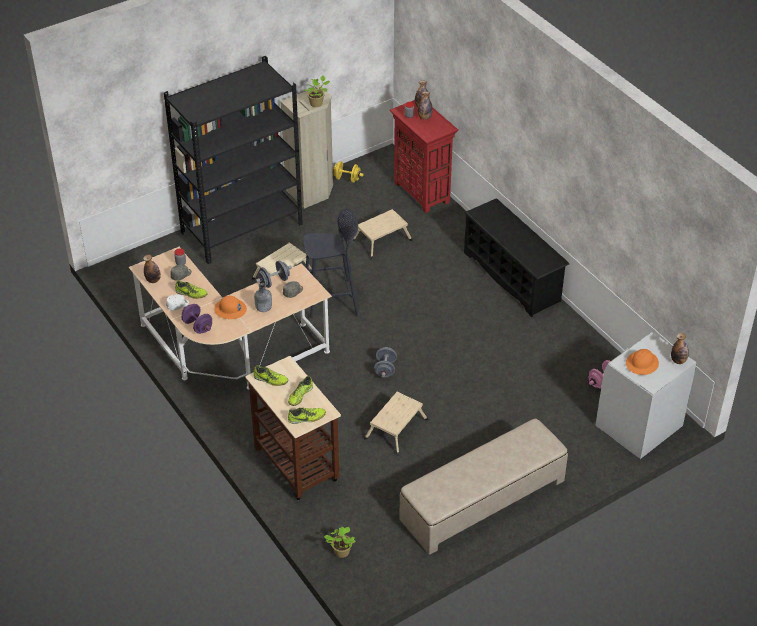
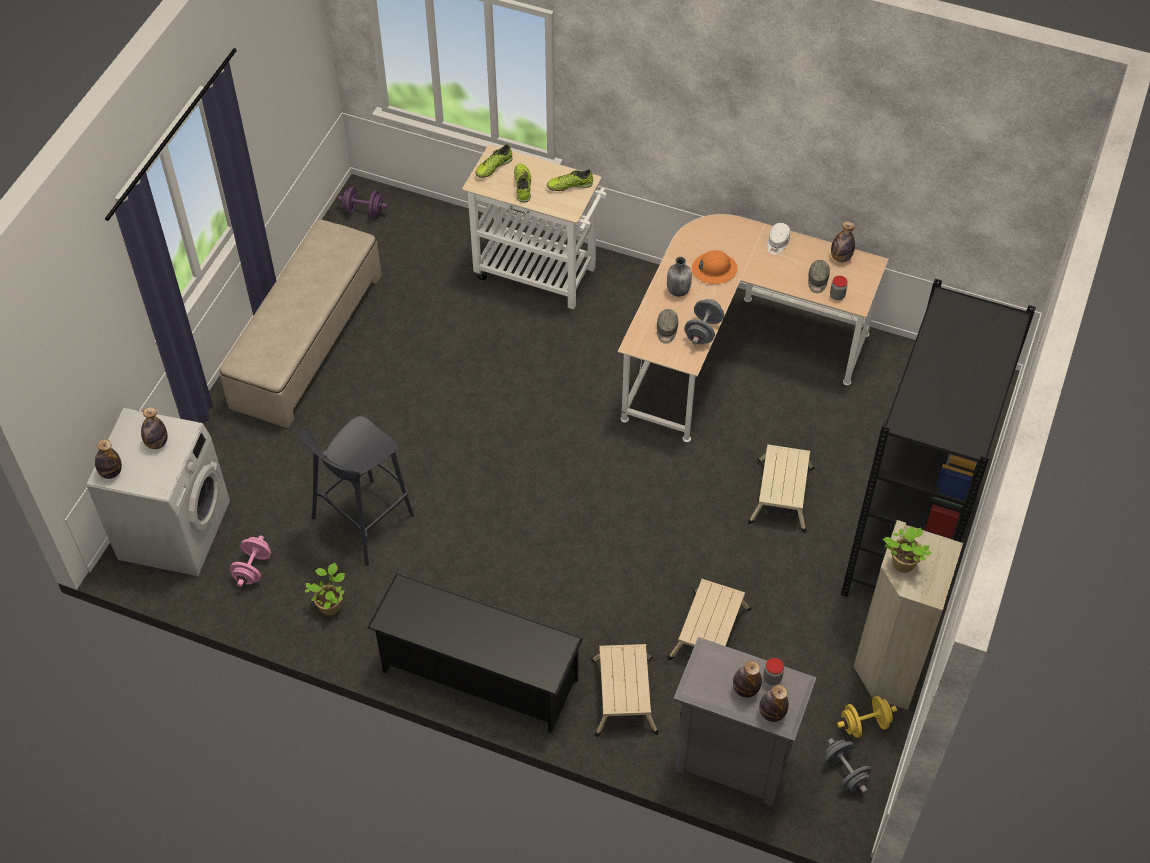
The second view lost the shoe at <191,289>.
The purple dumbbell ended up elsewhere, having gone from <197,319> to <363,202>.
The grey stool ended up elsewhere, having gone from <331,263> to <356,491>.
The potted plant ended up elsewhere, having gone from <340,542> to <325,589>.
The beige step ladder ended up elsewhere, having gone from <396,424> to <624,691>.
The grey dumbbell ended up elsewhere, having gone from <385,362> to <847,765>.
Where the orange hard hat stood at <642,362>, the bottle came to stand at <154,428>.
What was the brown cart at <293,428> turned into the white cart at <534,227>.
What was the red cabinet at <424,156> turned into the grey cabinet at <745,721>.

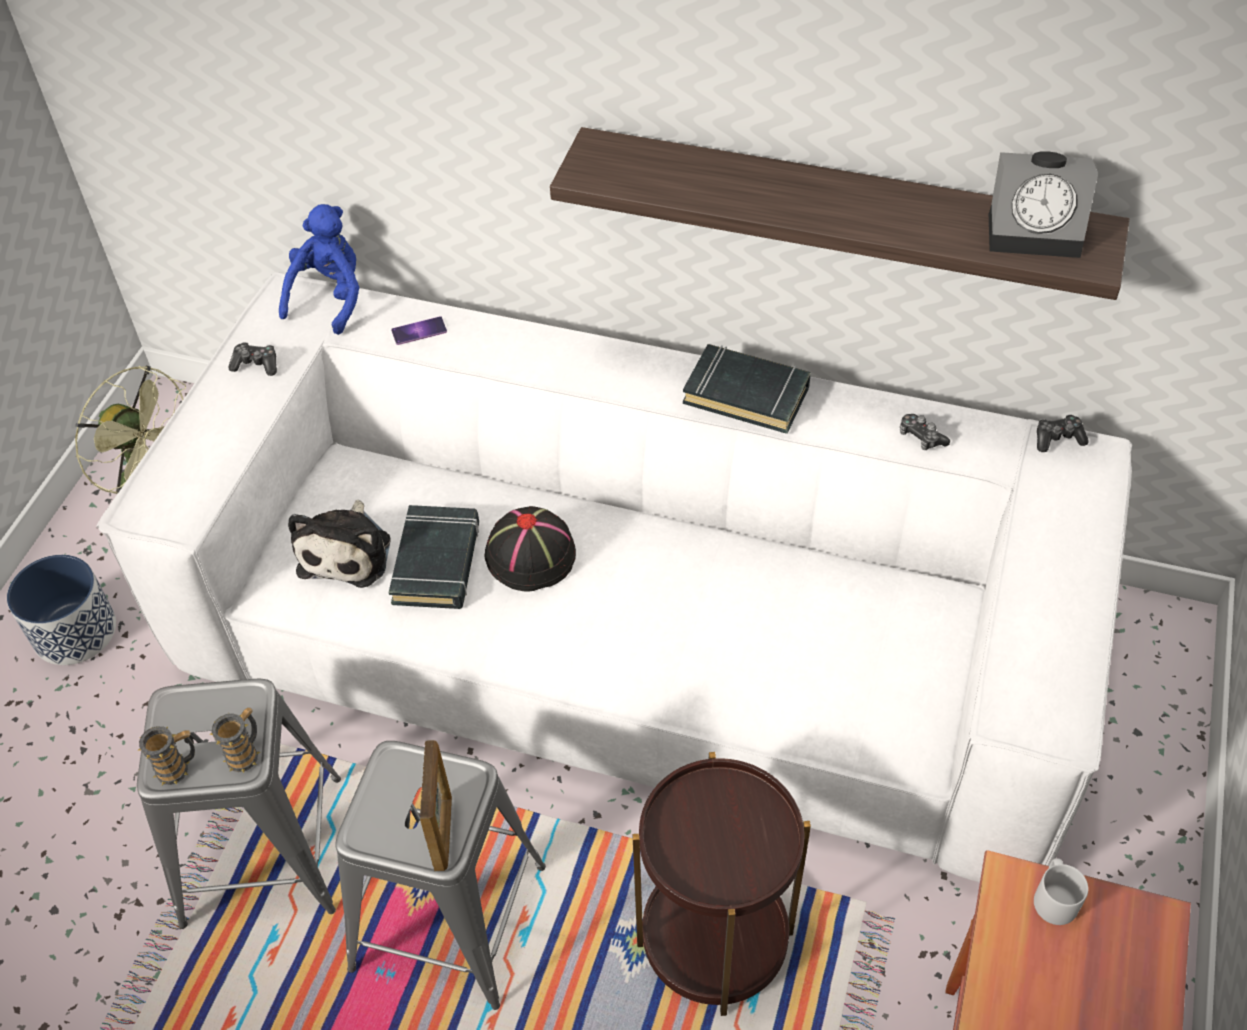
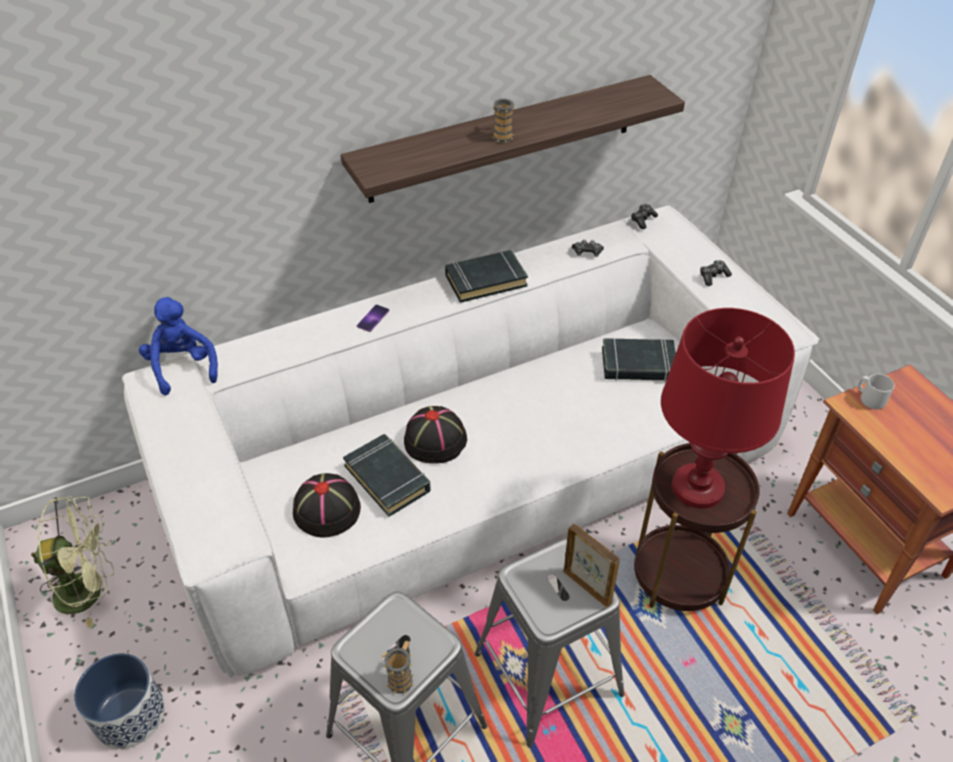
The second view lost the alarm clock at <1043,204>.
The second view gained the black book at <639,360>.
The second view gained the red table lamp at <728,408>.
The mug ended up elsewhere, having gone from <234,740> to <503,121>.
The game controller ended up elsewhere, having gone from <252,359> to <716,273>.
The phone ended up elsewhere, having gone from <419,330> to <373,318>.
Where the plush toy stood at <339,544>, the black hat came to stand at <327,505>.

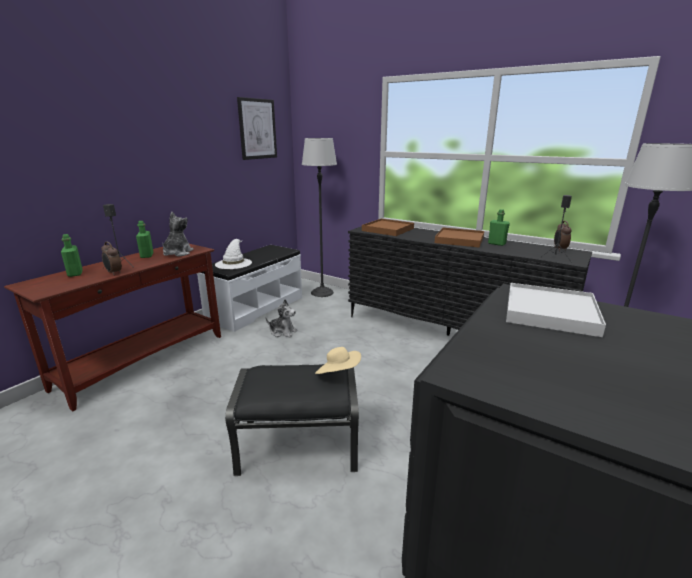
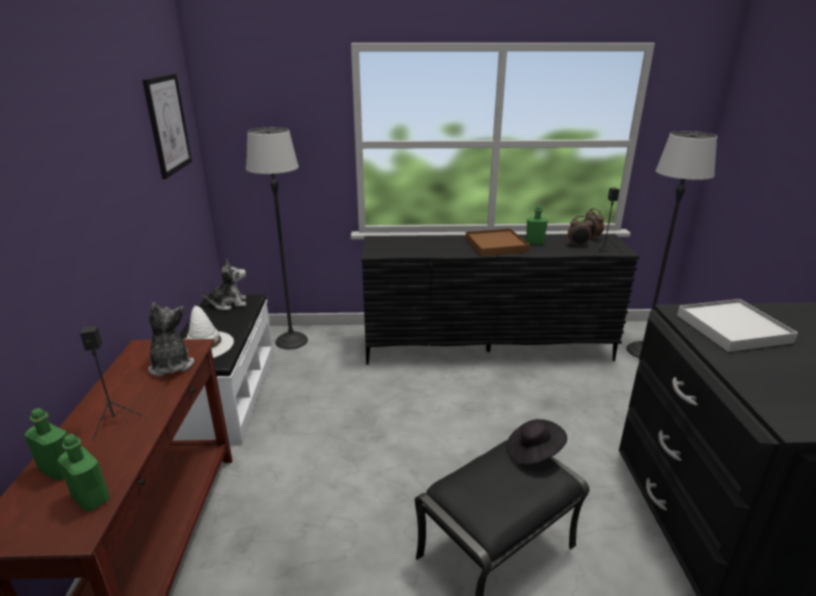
The second view lost the brown tray at <388,227>.
The alarm clock ended up elsewhere, having gone from <111,258> to <580,231>.
The green bottle ended up elsewhere, having gone from <145,239> to <84,473>.
The plush toy ended up elsewhere, having gone from <281,319> to <223,284>.
What was the beige hat at <338,360> turned into the black hat at <537,442>.

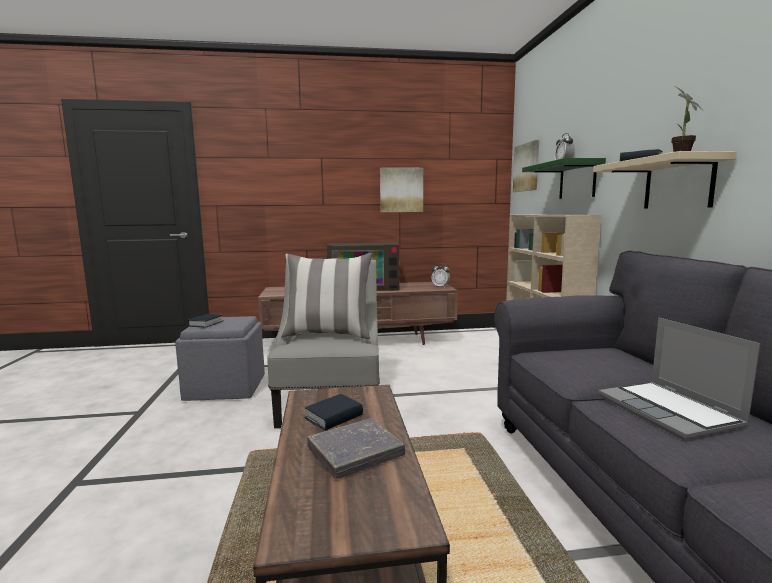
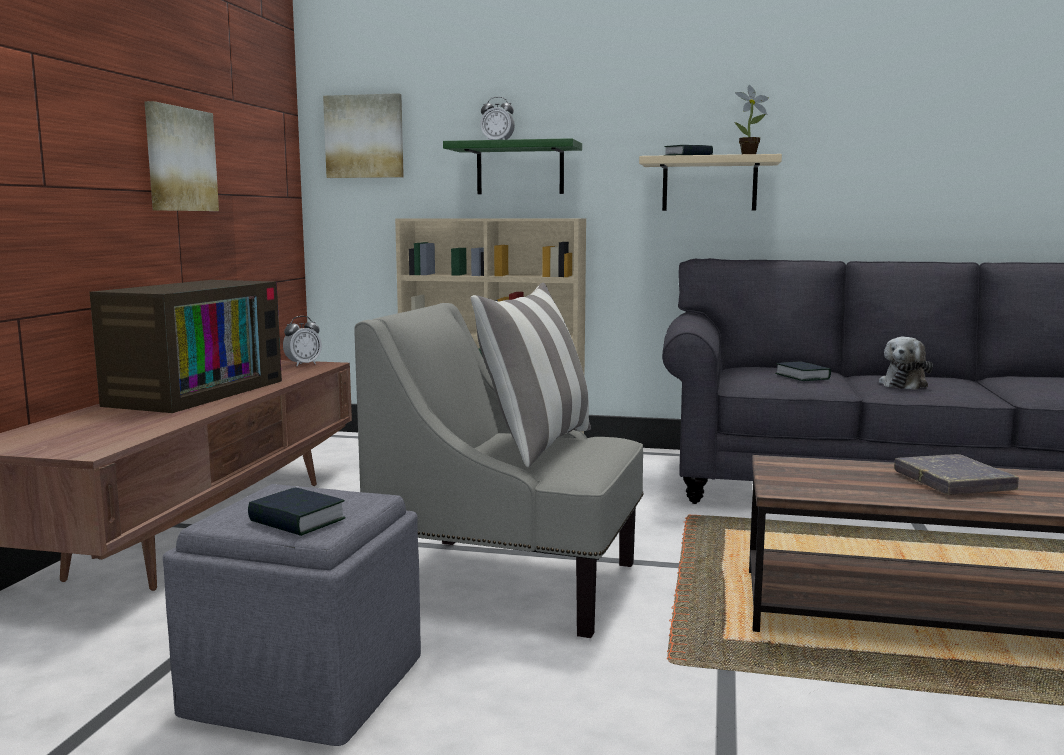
The book ended up elsewhere, having gone from <334,412> to <803,371>.
Where the laptop stood at <679,379>, the plush toy came to stand at <906,363>.

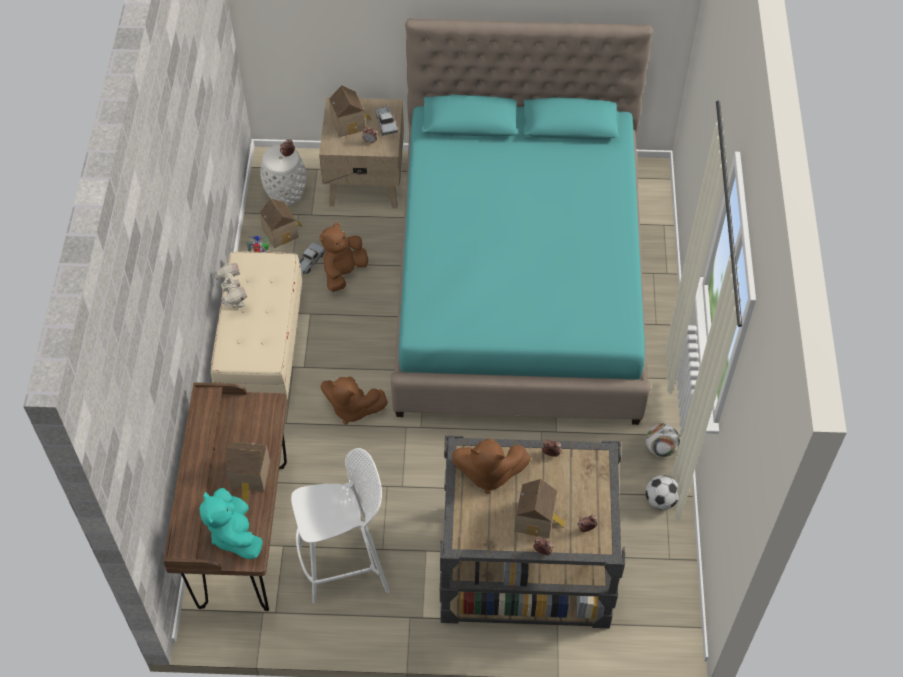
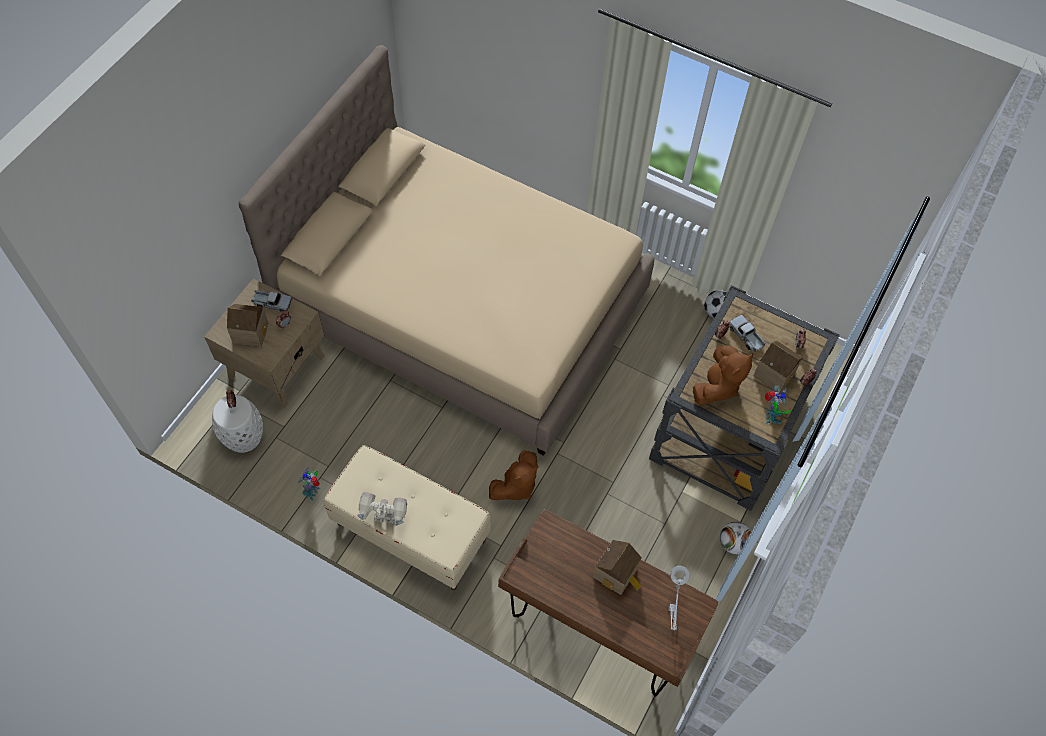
The second view lost the toy house at <280,223>.
The second view lost the white stool at <340,526>.
The second view lost the brown plush toy at <343,257>.
The second view gained the toy robot at <778,405>.
The toy truck ended up elsewhere, having gone from <312,258> to <747,333>.
The football ended up elsewhere, having gone from <663,440> to <735,538>.
Where the turquoise plush toy stood at <231,523>, the grey table lamp came to stand at <679,598>.
What was the turquoise bed at <521,221> turned into the beige bed at <446,250>.

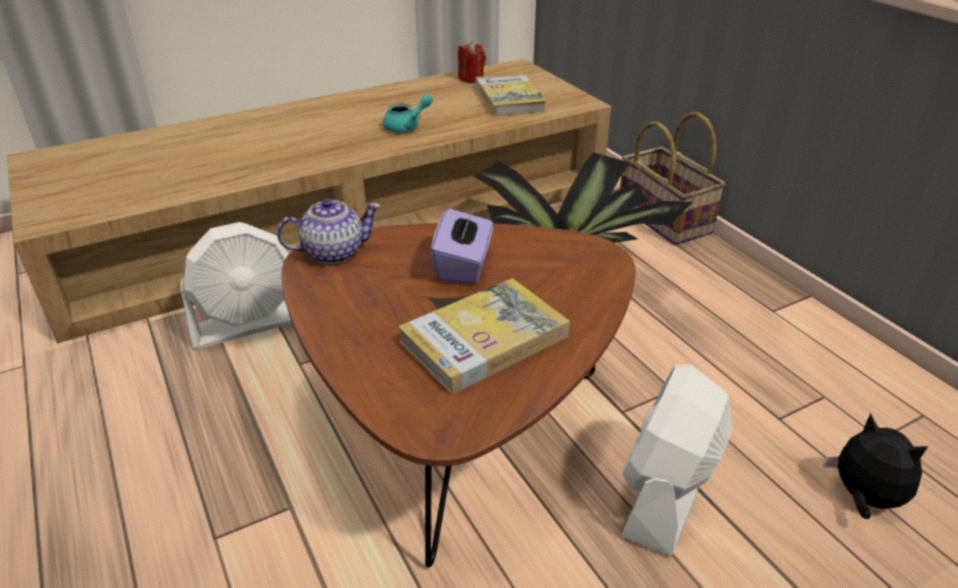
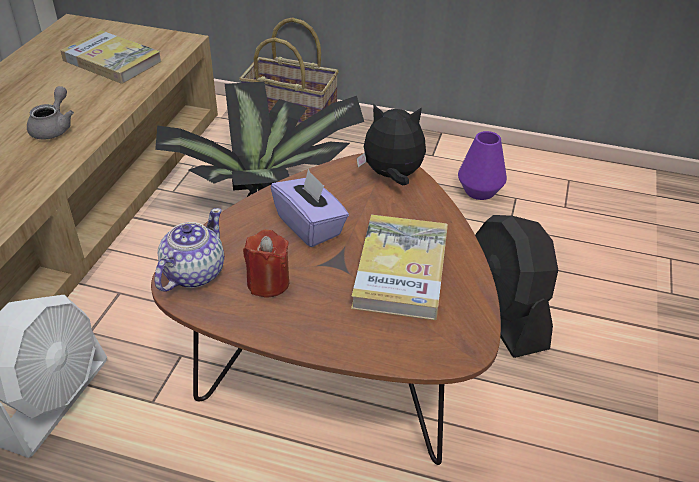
The second view gained the purple vase at <482,165>.
The red candle ended up elsewhere, having gone from <472,62> to <266,263>.
The plush toy ended up elsewhere, having gone from <875,466> to <391,145>.
What was the turquoise teapot at <408,113> turned into the grey teapot at <50,112>.
What was the white fan at <677,460> turned into the black fan at <516,286>.

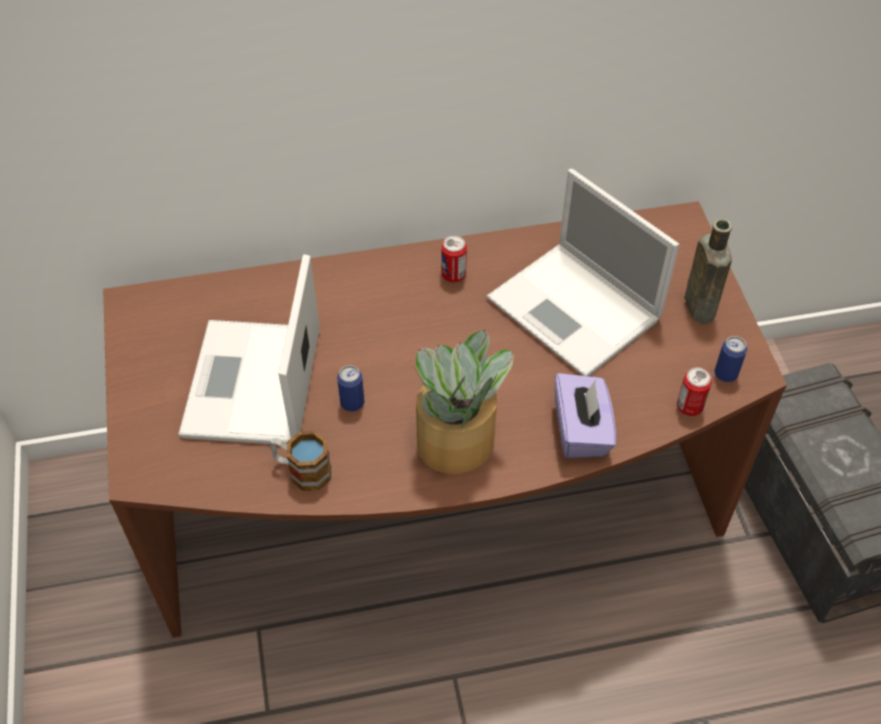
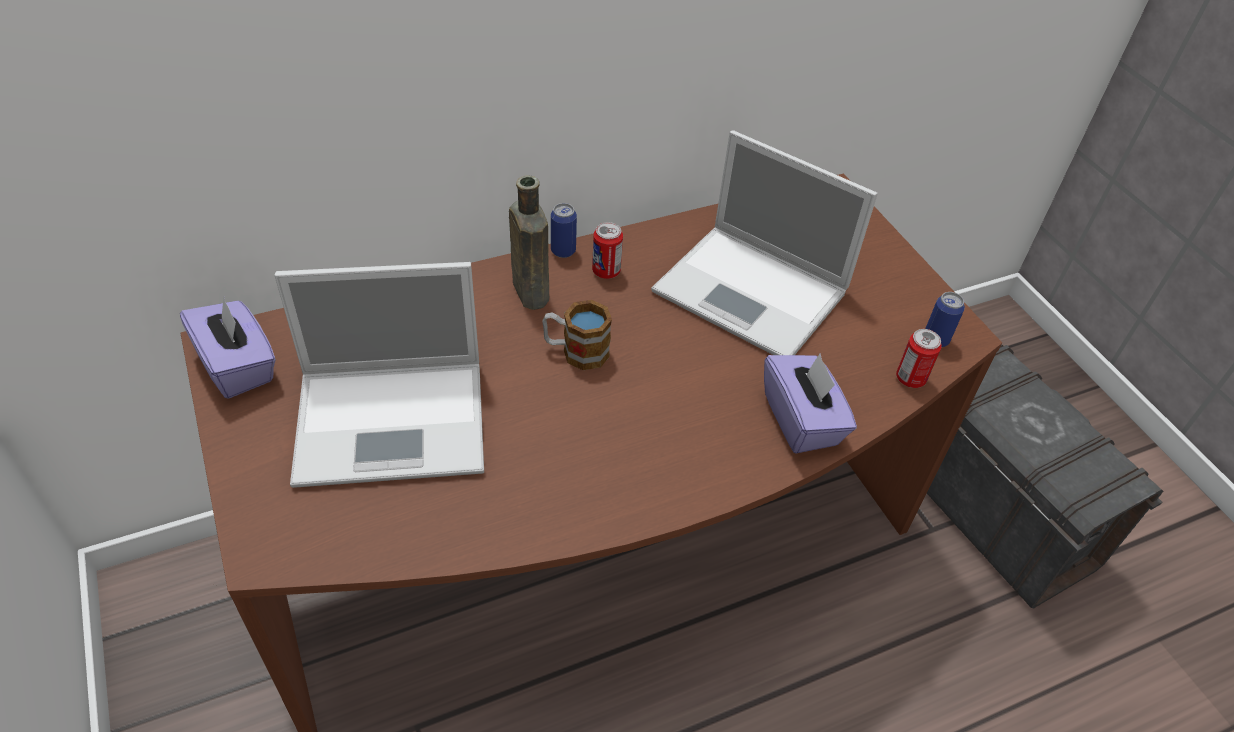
The second view lost the potted plant at <464,402>.
The second view gained the purple tissue box at <228,348>.
The mug ended up elsewhere, having gone from <300,461> to <577,335>.
The can ended up elsewhere, having gone from <350,388> to <564,230>.
The brown bottle ended up elsewhere, having gone from <709,271> to <529,242>.
The laptop at <249,349> ended up facing another way, 90 degrees counterclockwise from before.

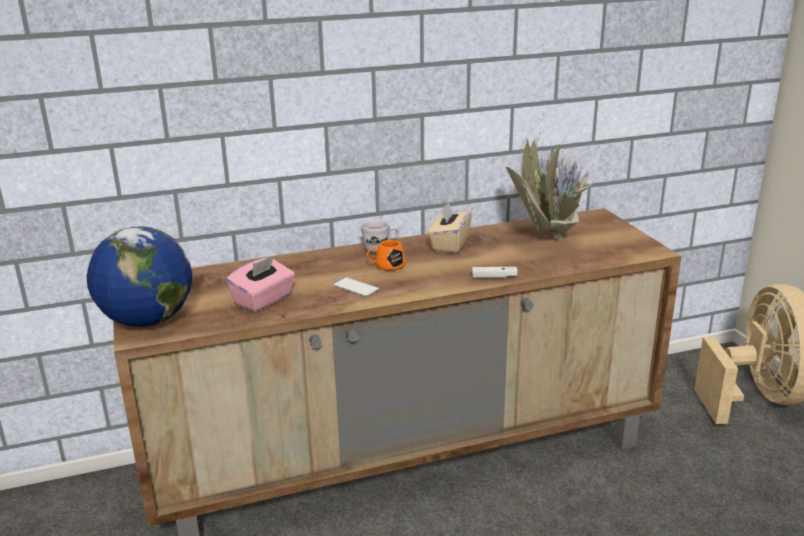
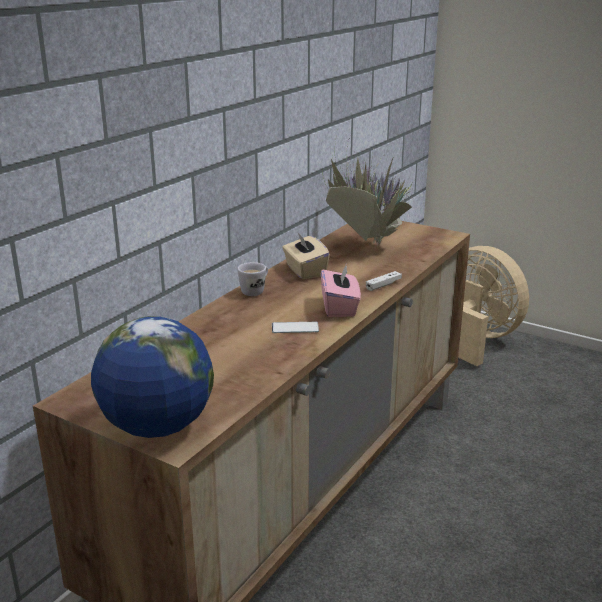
The second view lost the orange mug at <386,255>.
The pink tissue box ended up elsewhere, having gone from <260,284> to <341,291>.

